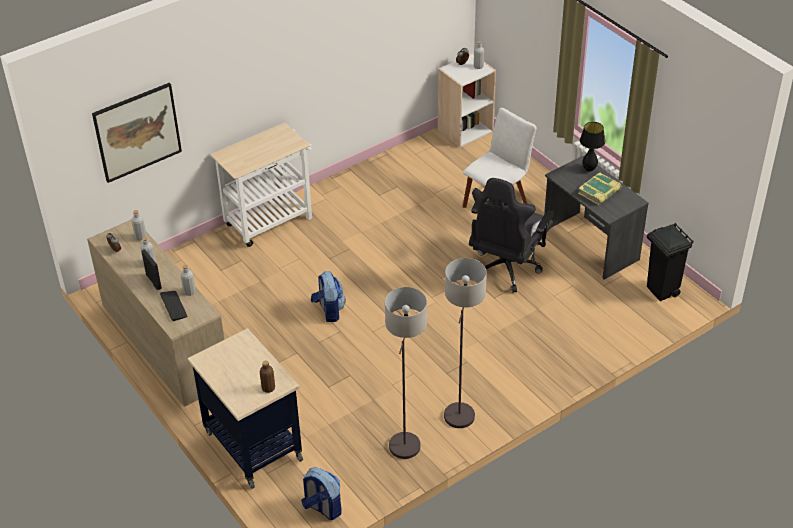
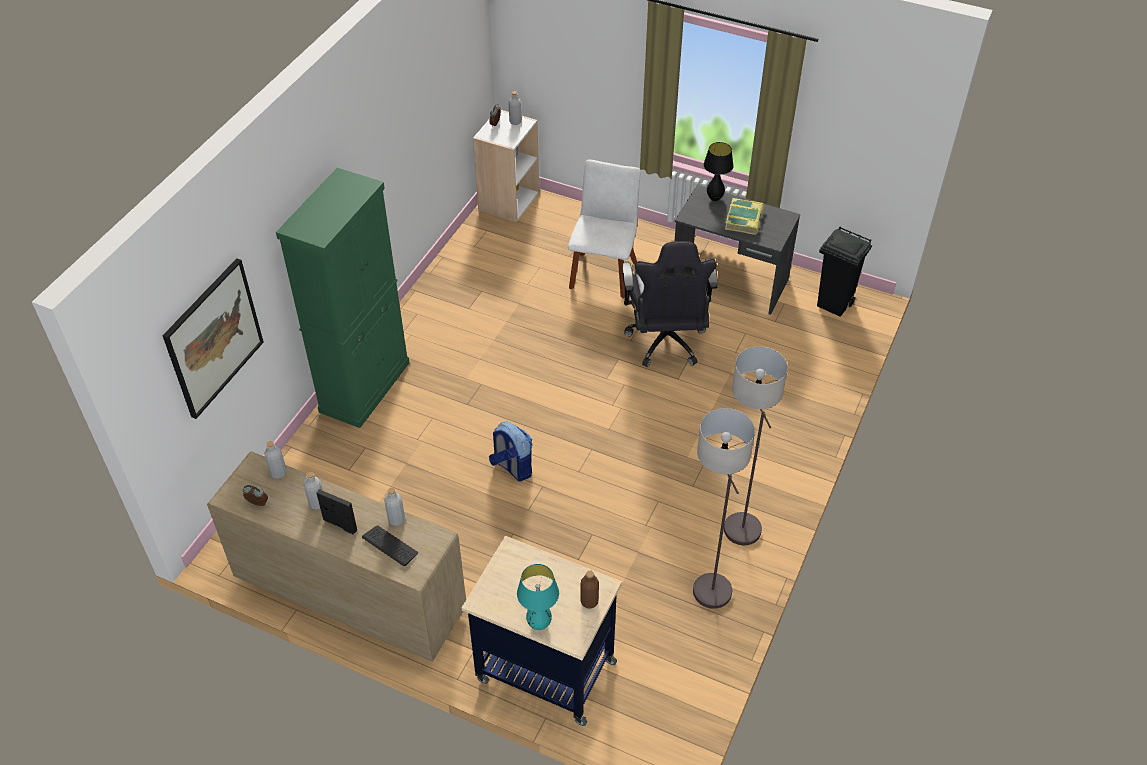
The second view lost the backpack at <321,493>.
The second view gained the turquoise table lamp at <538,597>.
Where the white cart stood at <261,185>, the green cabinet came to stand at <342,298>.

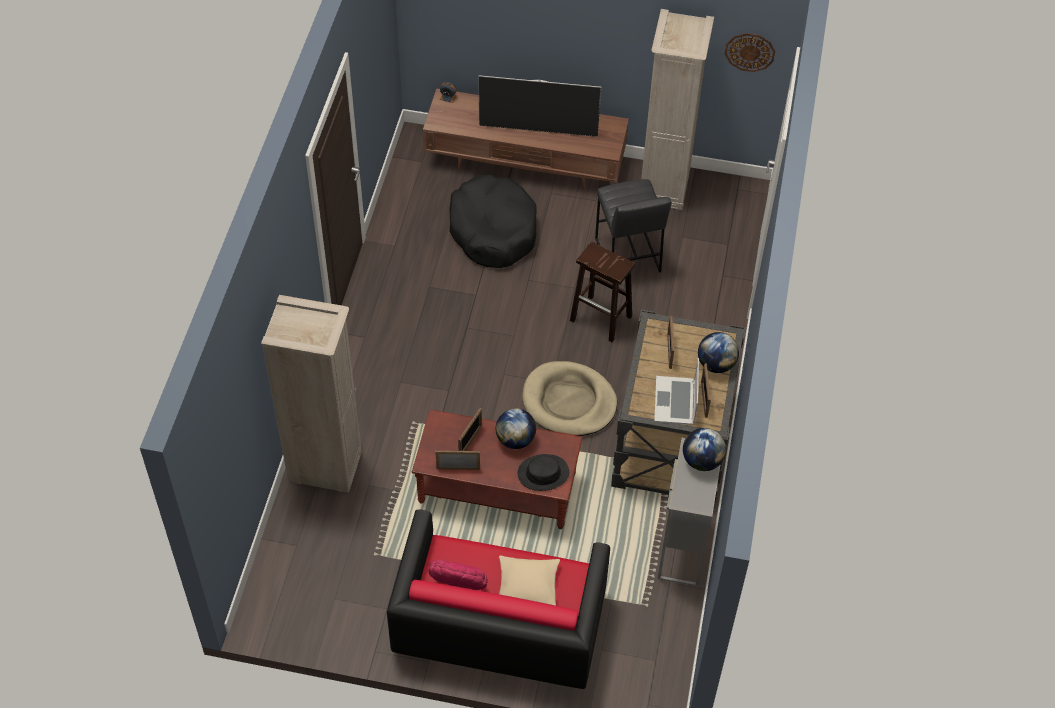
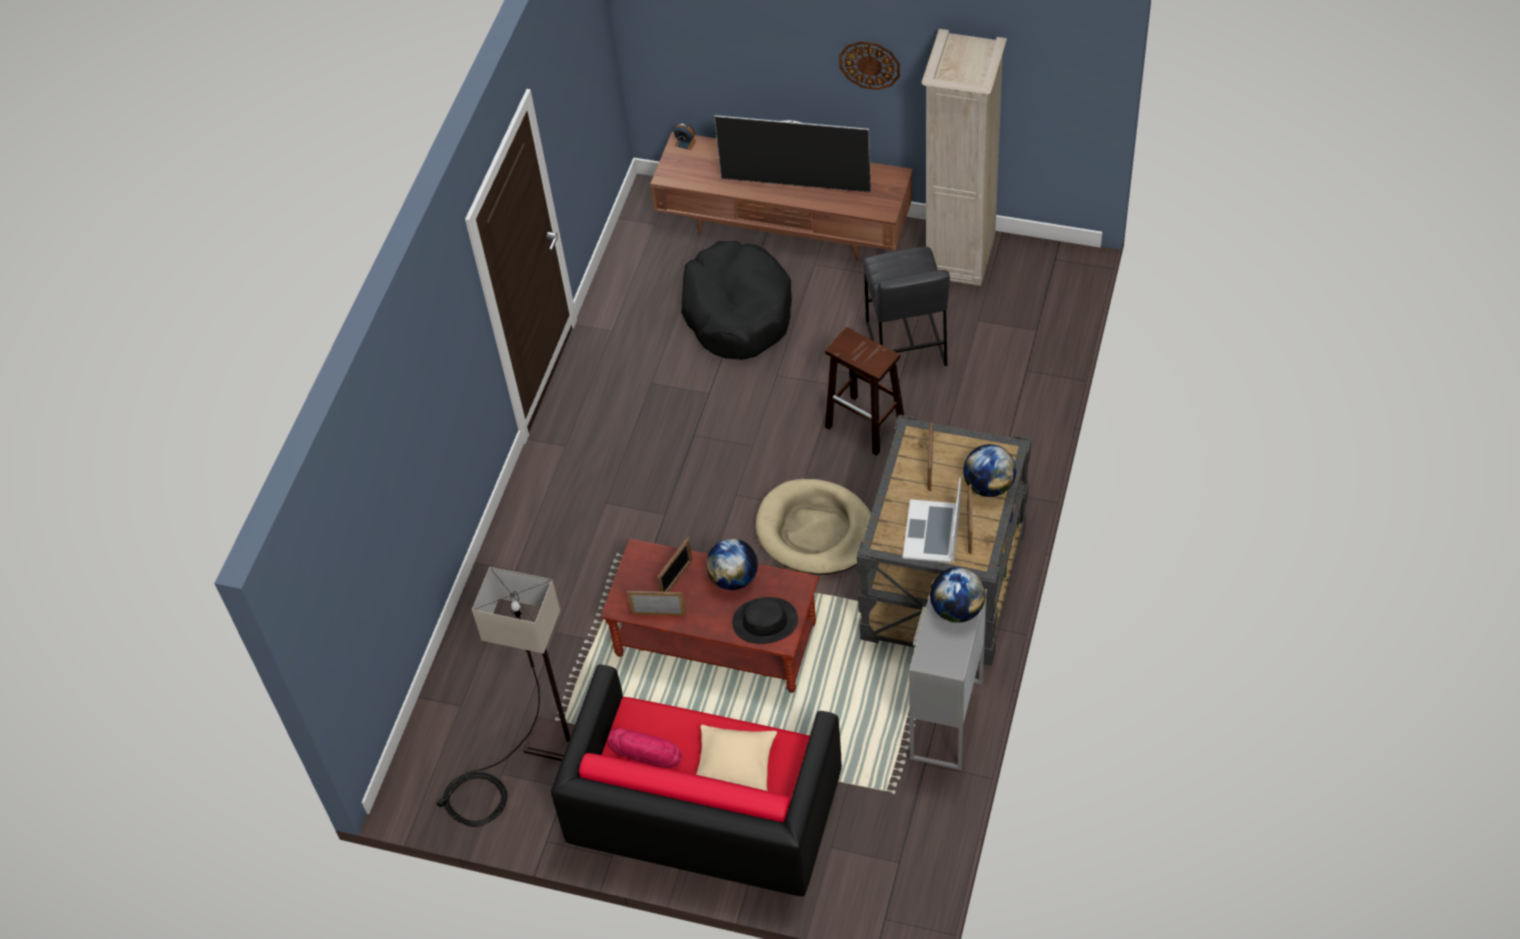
The second view lost the beige cabinet at <311,393>.
The second view gained the floor lamp at <506,697>.
The wall clock ended up elsewhere, having gone from <750,52> to <869,65>.

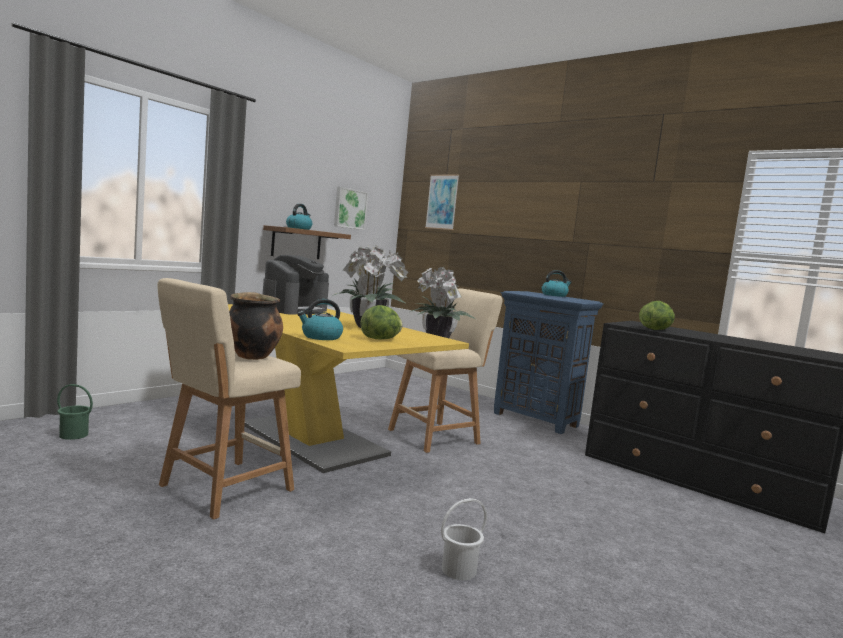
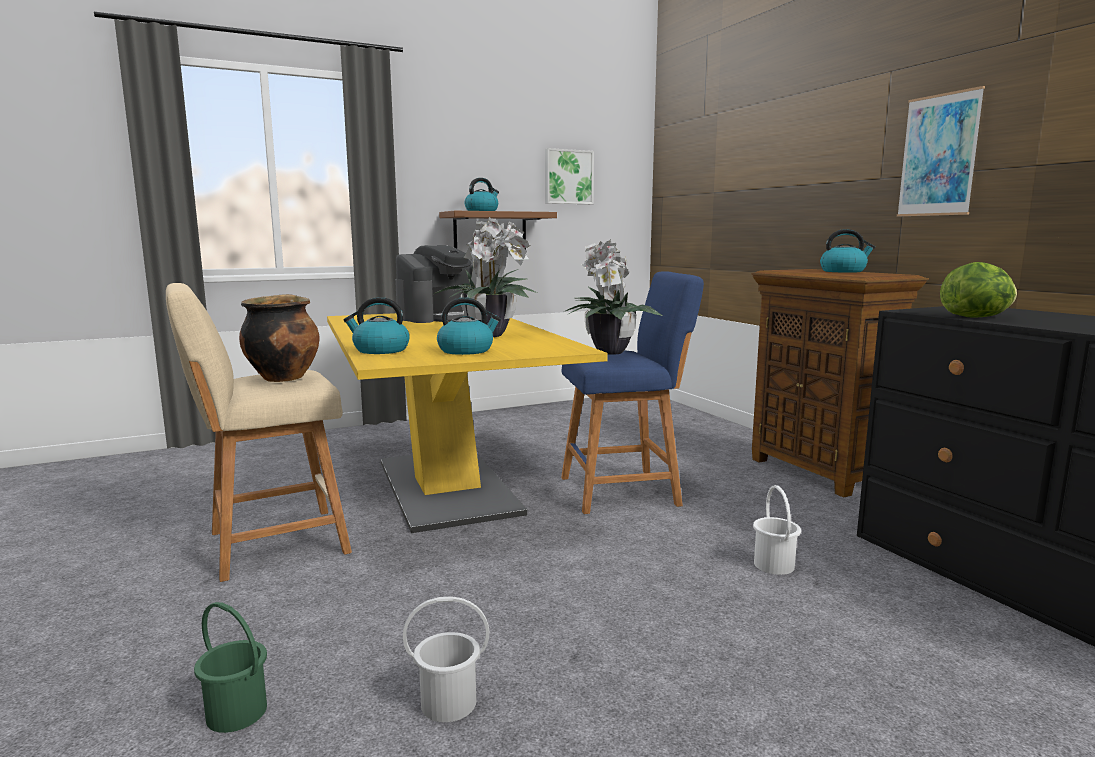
The second view gained the white bucket at <777,530>.
The green bucket ended up elsewhere, having gone from <75,412> to <230,667>.
The picture ended up elsewhere, having gone from <442,202> to <941,151>.
Where the lettuce stood at <382,322>, the kettle came to stand at <469,326>.
What was the beige stool at <445,371> turned into the blue stool at <632,392>.
What was the blue cabinet at <549,362> turned into the brown cabinet at <840,383>.

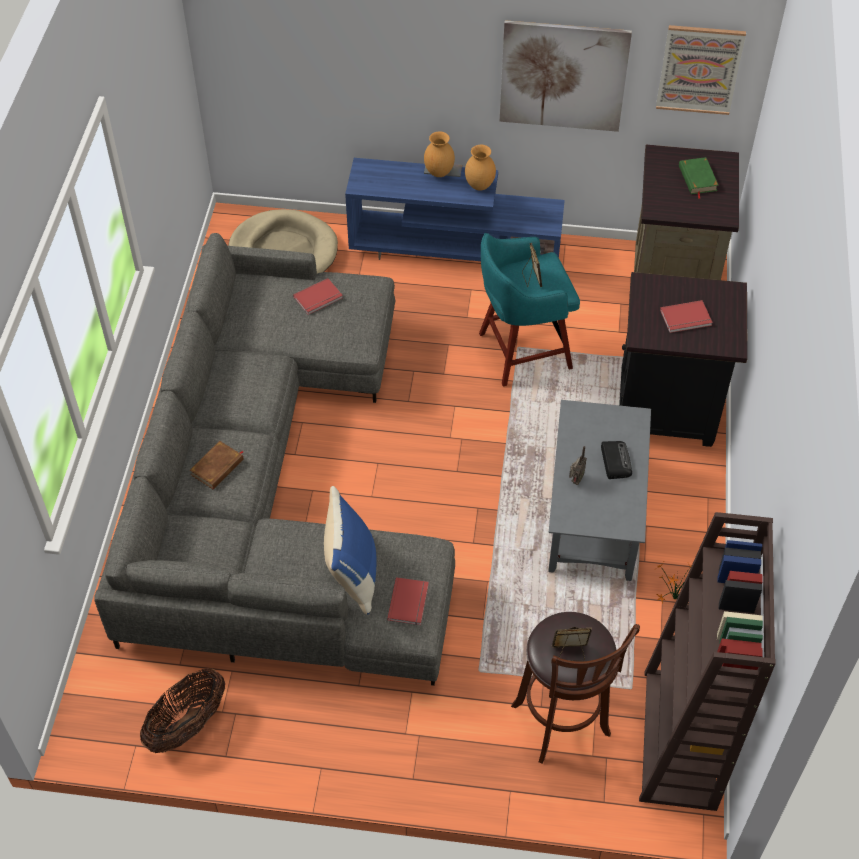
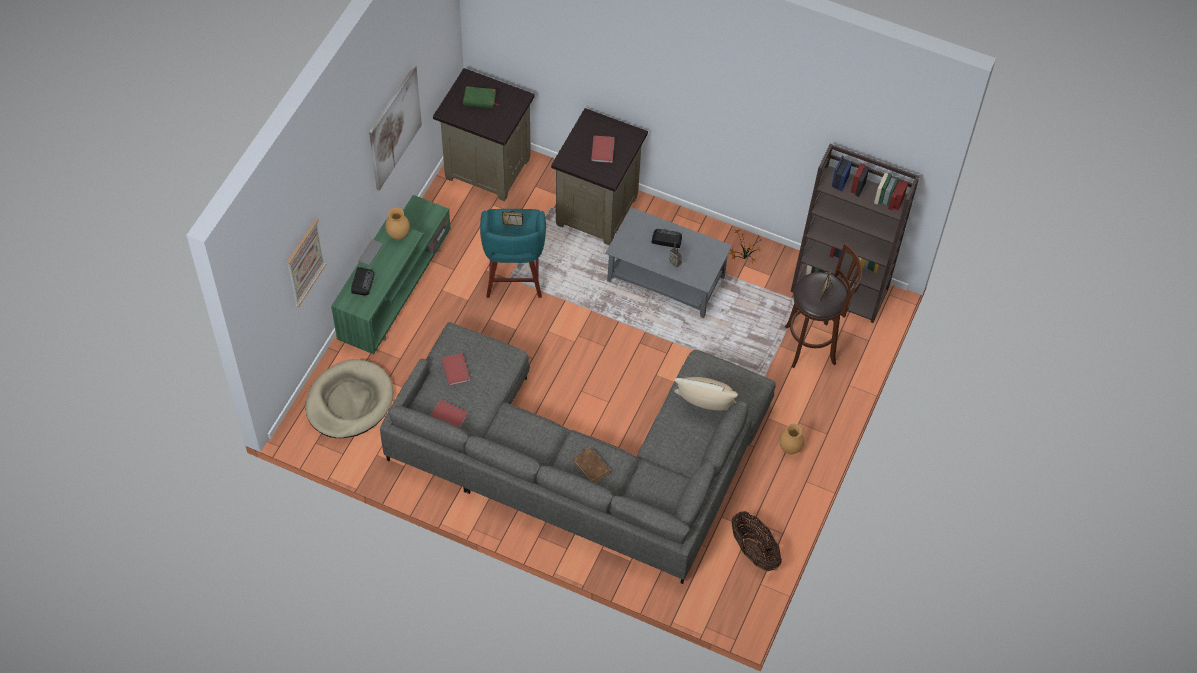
The second view gained the radio at <363,281>.
The red book ended up elsewhere, having gone from <408,601> to <449,413>.
The brown vase ended up elsewhere, having gone from <439,154> to <791,439>.
The picture ended up elsewhere, having gone from <701,70> to <306,262>.
What was the blue pillow at <350,550> turned into the beige pillow at <706,393>.
What was the blue tv stand at <455,209> turned into the green tv stand at <391,274>.
What was the black cabinet at <683,359> turned into the beige cabinet at <599,176>.

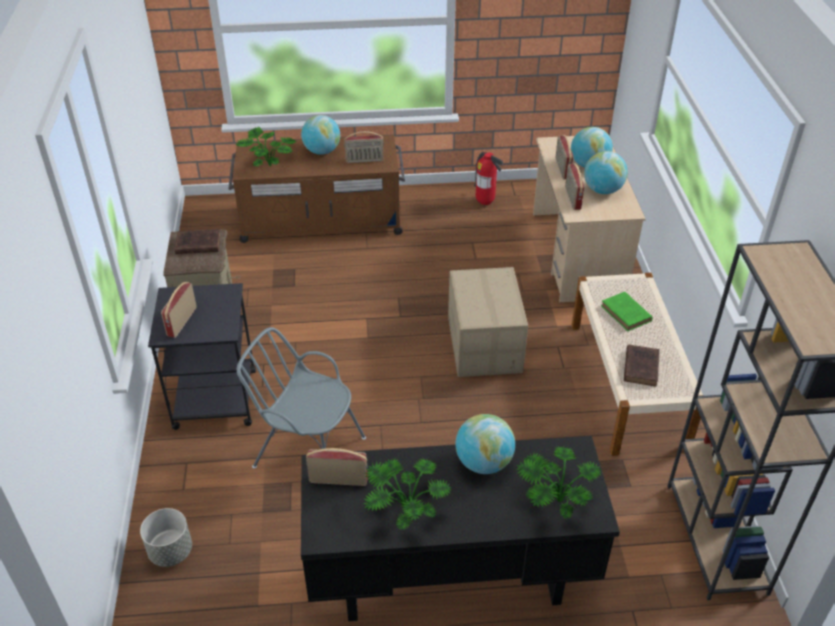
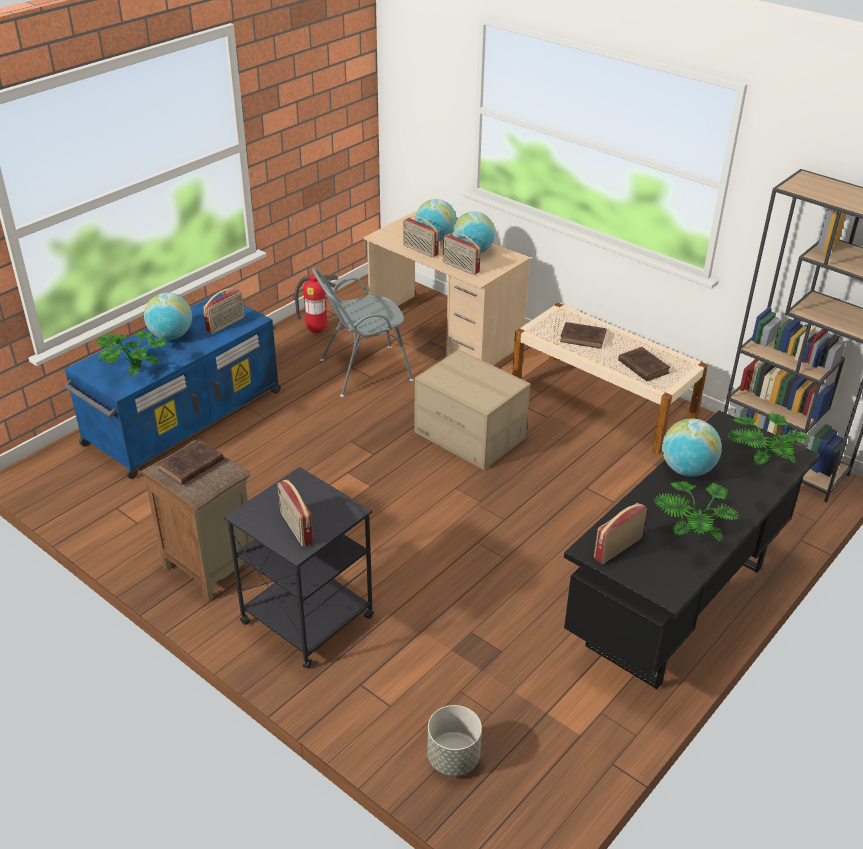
The grey chair ended up elsewhere, having gone from <301,397> to <363,332>.
What was the brown cabinet at <316,189> turned into the blue cabinet at <172,386>.
What was the green book at <627,311> turned into the brown book at <583,335>.

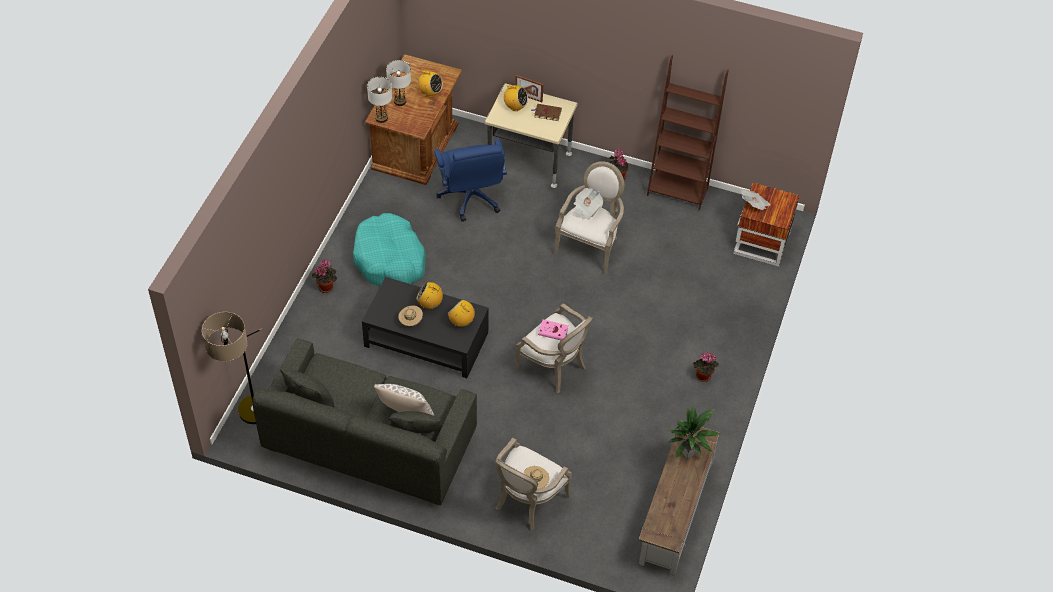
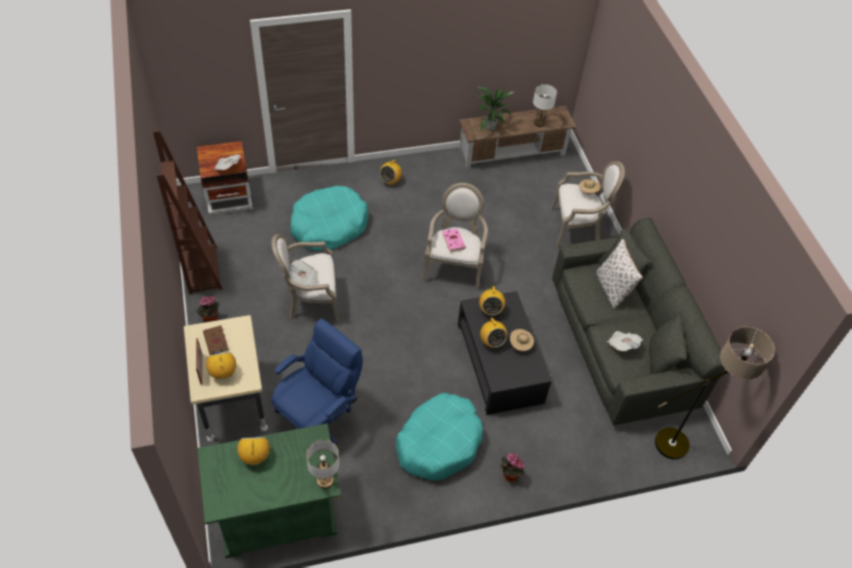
The second view gained the turquoise dog bed at <329,218>.
The second view gained the newspaper at <625,341>.
The table lamp ended up elsewhere, having gone from <398,83> to <545,105>.
Where the potted plant stood at <706,367>, the radio came to stand at <391,172>.
What was the brown cabinet at <413,119> turned into the green cabinet at <269,491>.

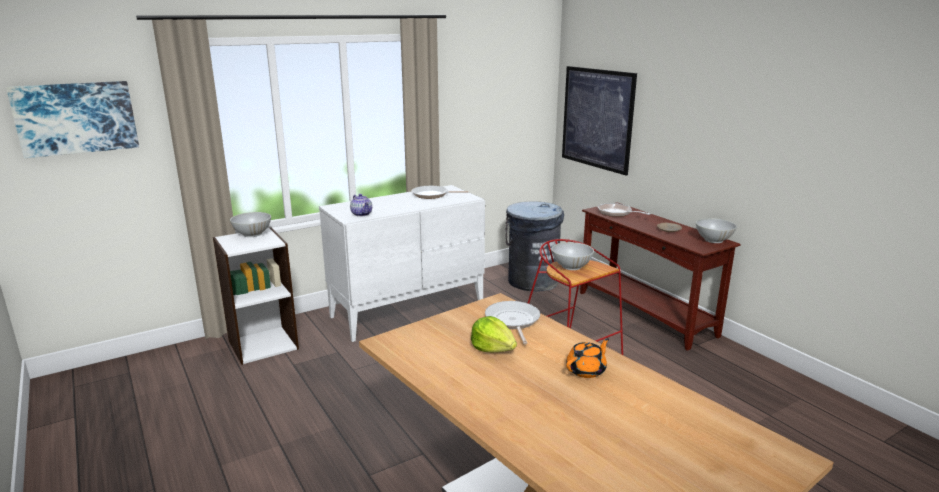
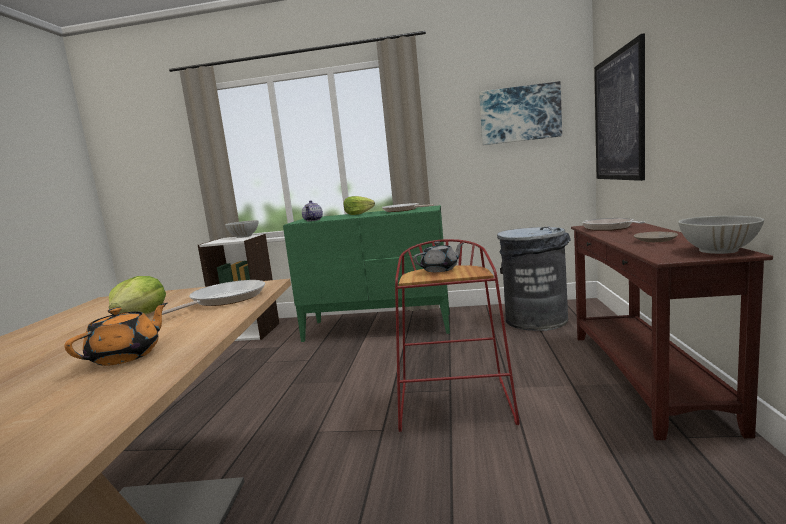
The second view gained the lettuce at <359,205>.
The picture ended up elsewhere, having gone from <72,119> to <520,113>.
Where the white bowl stood at <573,256>, the grey teapot came to stand at <438,256>.
What was the white cabinet at <402,263> turned into the green cabinet at <366,273>.
The orange teapot at <587,358> ended up facing another way, 60 degrees counterclockwise from before.

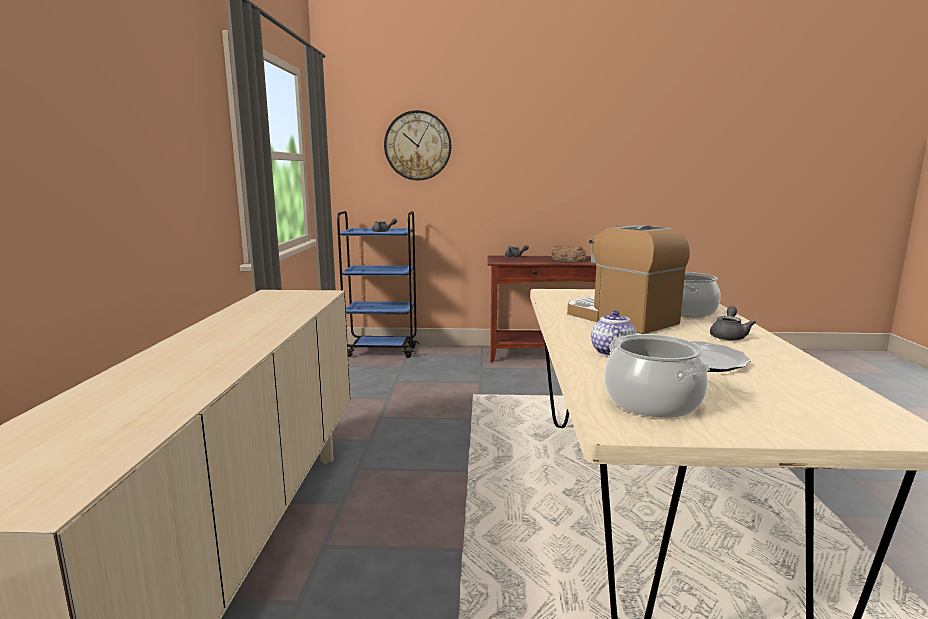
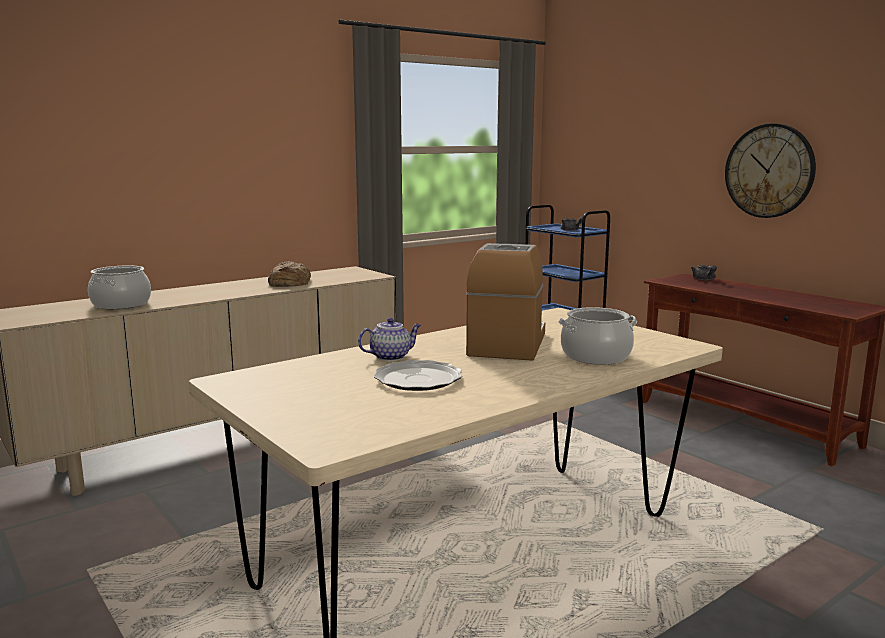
The second view lost the grey teapot at <733,323>.
The wall clock ended up elsewhere, having gone from <417,145> to <770,170>.
The bread ended up elsewhere, having gone from <568,253> to <289,274>.
The cooking pot ended up elsewhere, having gone from <657,376> to <119,287>.

